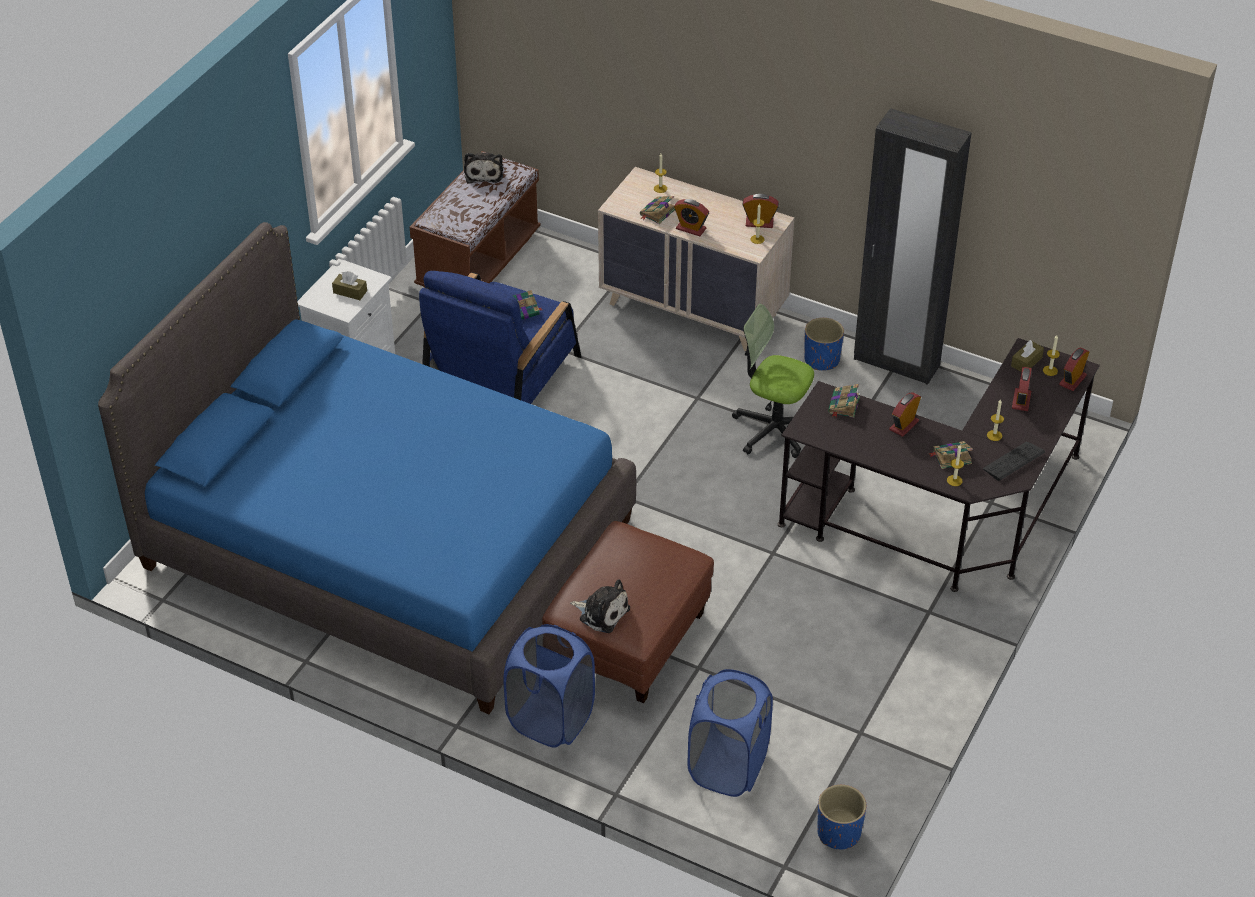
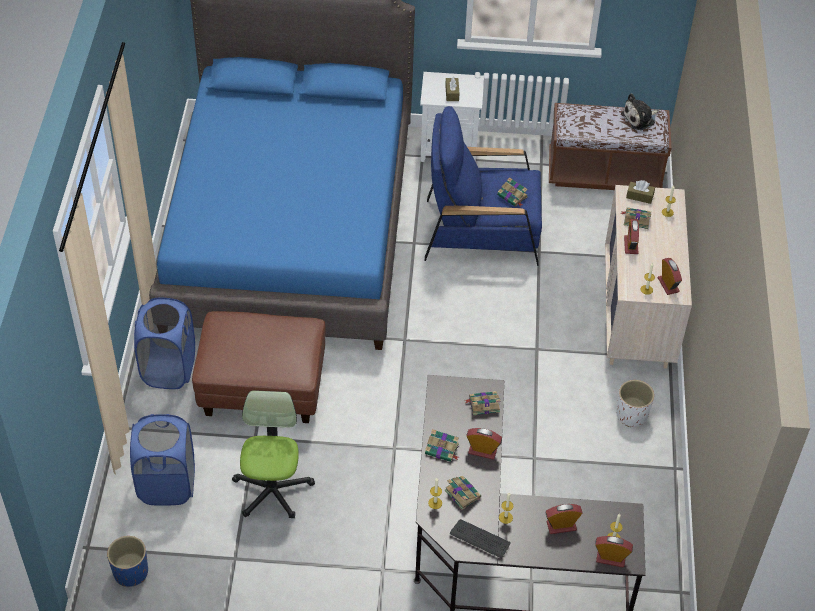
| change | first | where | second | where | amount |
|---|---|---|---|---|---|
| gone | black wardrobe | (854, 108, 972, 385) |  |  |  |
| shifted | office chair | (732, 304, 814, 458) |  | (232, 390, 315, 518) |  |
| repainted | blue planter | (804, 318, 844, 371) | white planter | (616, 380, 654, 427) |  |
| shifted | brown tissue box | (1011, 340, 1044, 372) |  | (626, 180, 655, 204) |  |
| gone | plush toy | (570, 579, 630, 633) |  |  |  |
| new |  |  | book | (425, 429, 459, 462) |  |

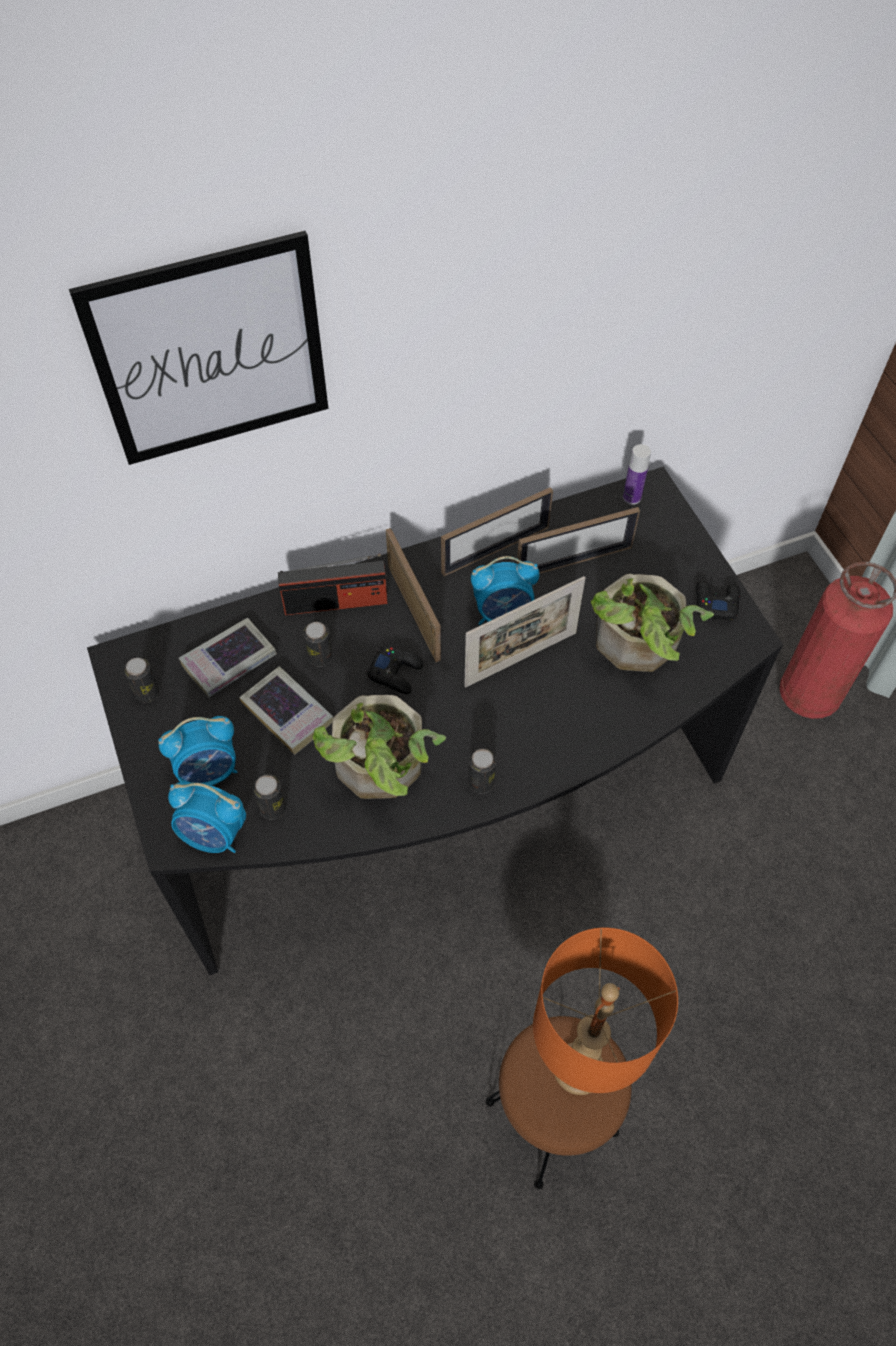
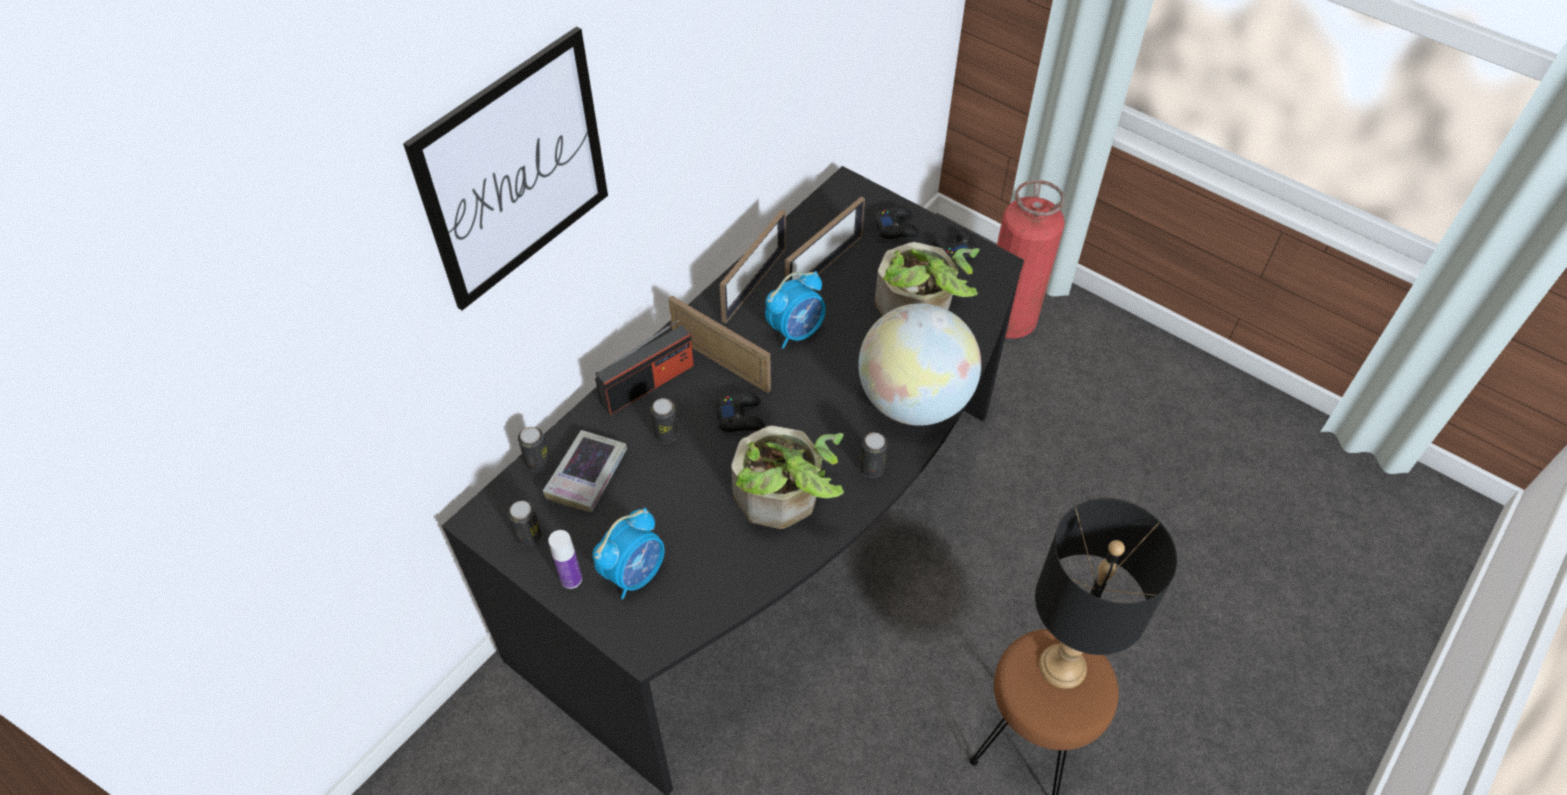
| change | first | where | second | where | amount |
|---|---|---|---|---|---|
| shifted | bottle | (623, 444, 651, 505) |  | (548, 530, 582, 589) |  |
| gone | picture frame | (464, 576, 586, 687) |  |  |  |
| gone | book | (239, 666, 334, 755) |  |  |  |
| shifted | can | (253, 774, 286, 820) |  | (518, 427, 550, 472) |  |
| gone | alarm clock | (168, 781, 246, 853) |  |  |  |
| repainted | orange table lamp | (533, 928, 678, 1095) | black table lamp | (1035, 498, 1177, 689) |  |
| new |  |  | black game controller | (874, 206, 919, 239) |  |
| new |  |  | globe | (858, 303, 981, 426) |  |

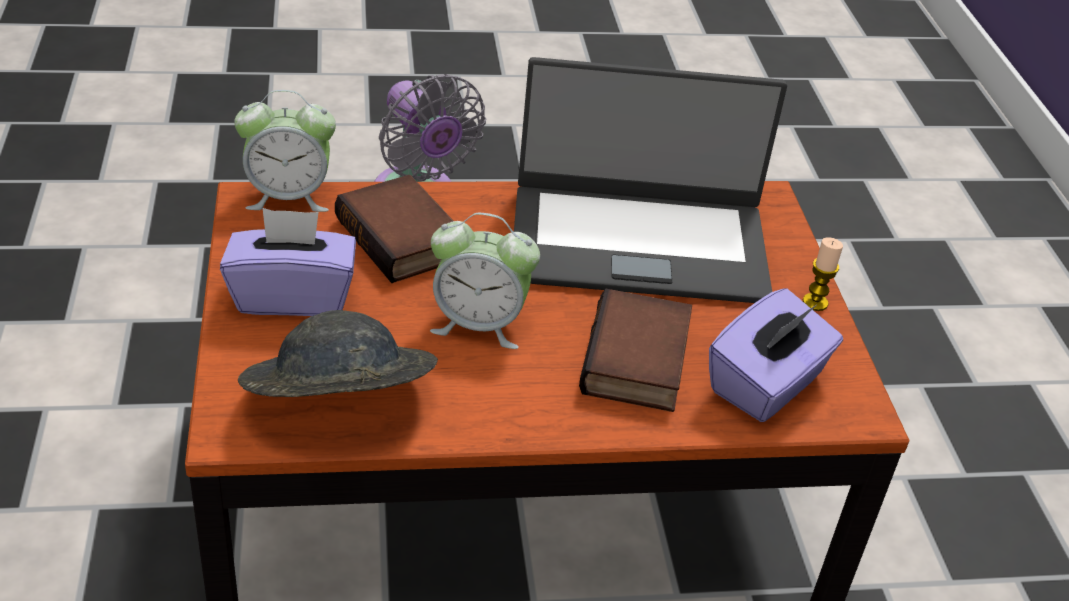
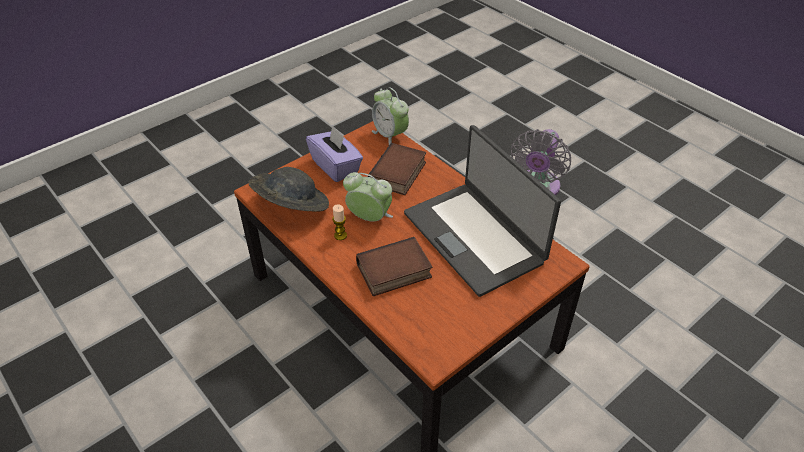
| change | first | where | second | where | amount |
|---|---|---|---|---|---|
| rotated | alarm clock | (430, 213, 540, 349) |  | (343, 172, 393, 222) | 135 degrees clockwise |
| shifted | candle | (803, 237, 843, 311) |  | (332, 204, 347, 240) |  |
| gone | purple tissue box | (709, 289, 843, 422) |  |  |  |

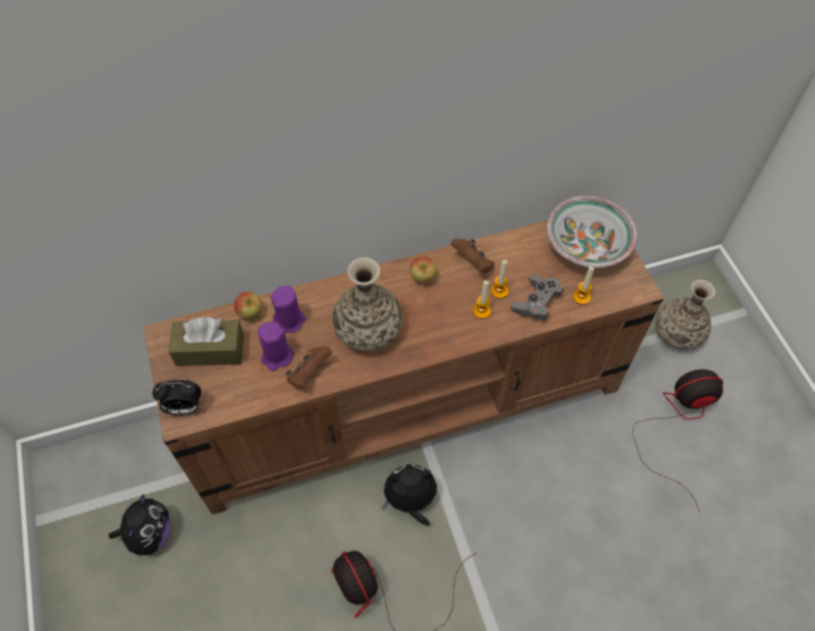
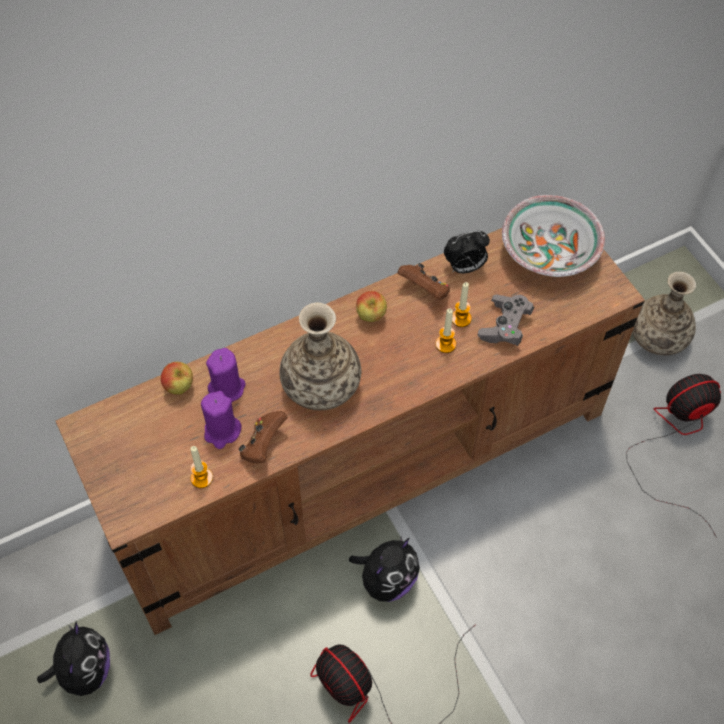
| change | first | where | second | where | amount |
|---|---|---|---|---|---|
| shifted | candle | (573, 266, 594, 305) |  | (190, 446, 213, 488) |  |
| gone | brown tissue box | (169, 317, 244, 366) |  |  |  |
| shifted | alarm clock | (152, 380, 201, 415) |  | (444, 231, 490, 273) |  |
| rotated | plush toy | (381, 464, 437, 526) |  | (349, 535, 420, 602) | 150 degrees clockwise |

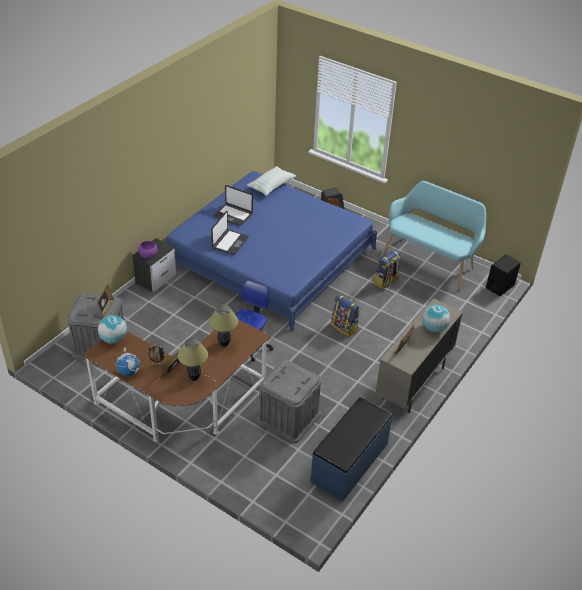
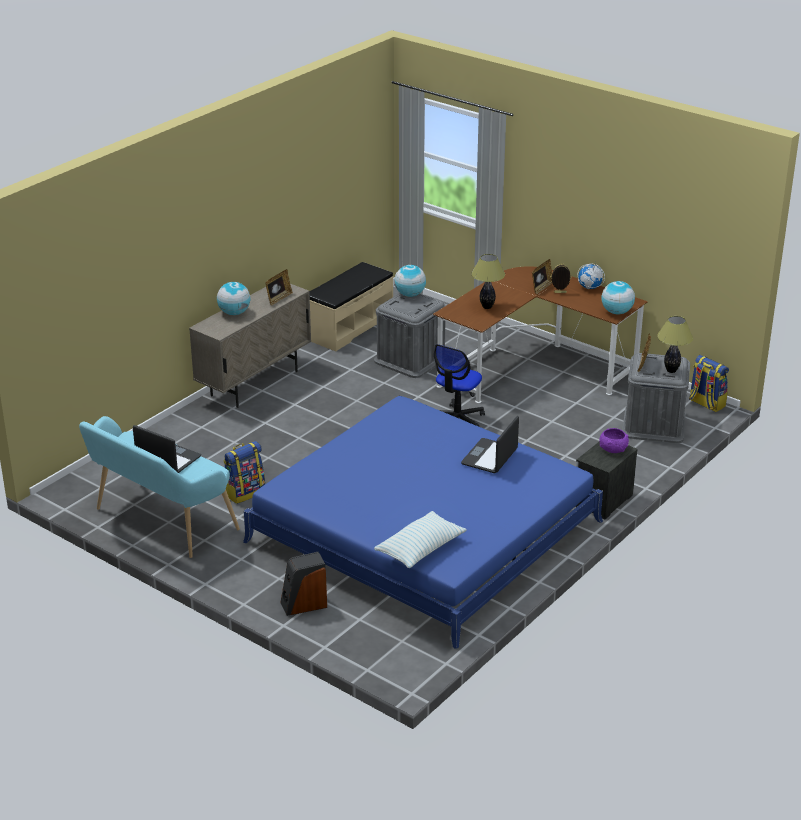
| change | first | where | second | where | amount |
|---|---|---|---|---|---|
| shifted | laptop | (214, 185, 253, 226) |  | (133, 425, 201, 473) |  |
| gone | black speaker | (486, 254, 521, 296) |  |  |  |
| shifted | backpack | (331, 294, 360, 337) |  | (689, 355, 729, 412) |  |
| shifted | table lamp | (178, 338, 208, 381) |  | (657, 316, 693, 373) |  |
| repainted | blue bench | (310, 397, 393, 501) | beige bench | (310, 262, 394, 351) |  |
| new |  |  | globe | (394, 265, 426, 297) |  |

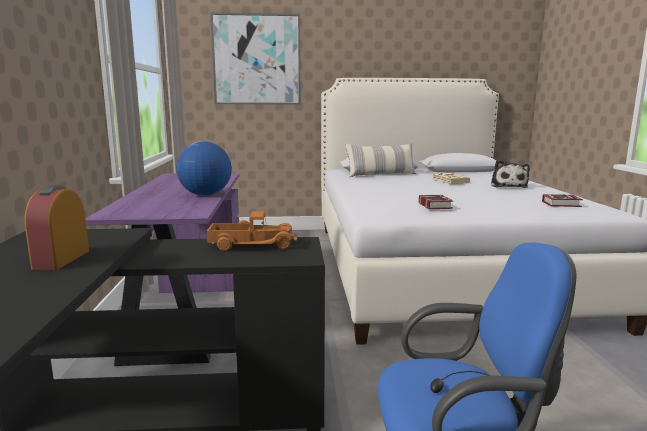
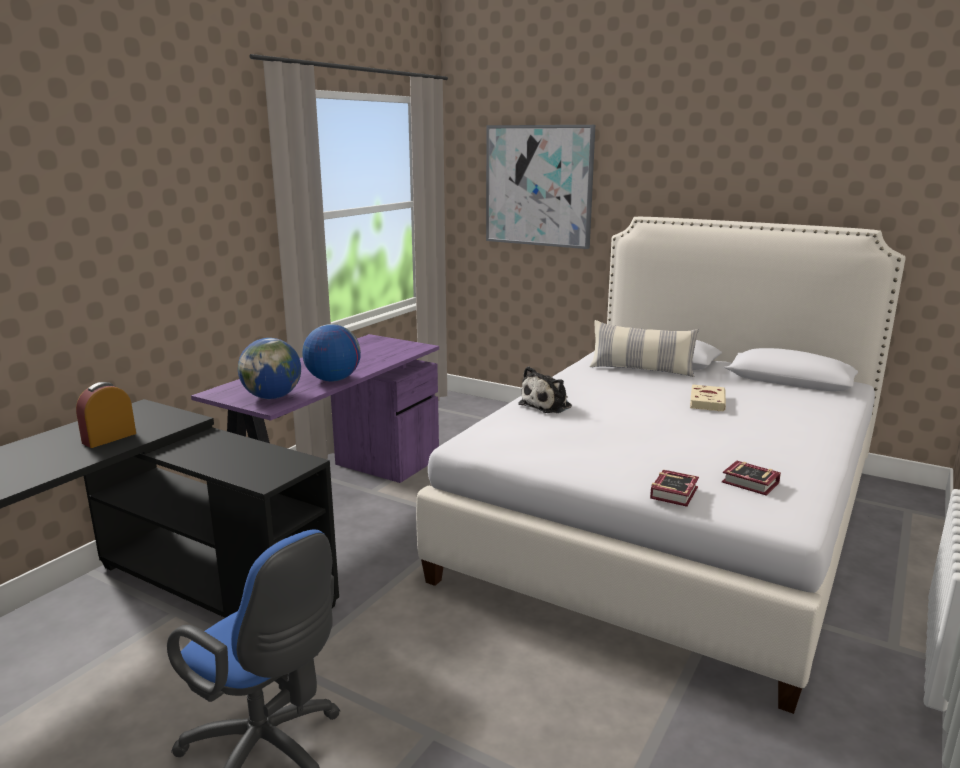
| change | first | where | second | where | amount |
|---|---|---|---|---|---|
| shifted | plush toy | (491, 160, 530, 188) |  | (518, 366, 572, 413) |  |
| shifted | book | (419, 195, 453, 209) |  | (650, 470, 699, 507) |  |
| gone | toy truck | (207, 211, 297, 251) |  |  |  |
| new |  |  | globe | (238, 338, 301, 399) |  |

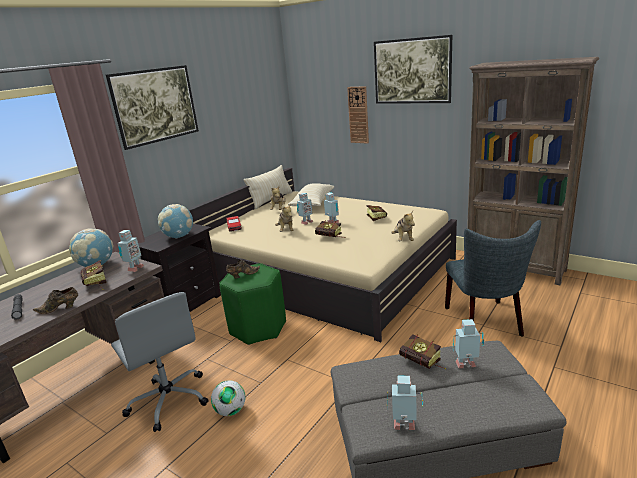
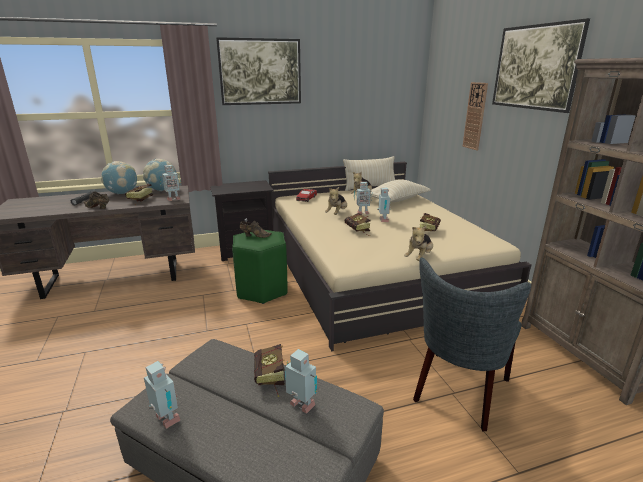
| change | first | where | second | where | amount |
|---|---|---|---|---|---|
| shifted | globe | (158, 204, 193, 239) |  | (101, 161, 137, 194) |  |
| gone | grey office chair | (111, 292, 208, 432) |  |  |  |
| gone | football | (211, 380, 245, 416) |  |  |  |

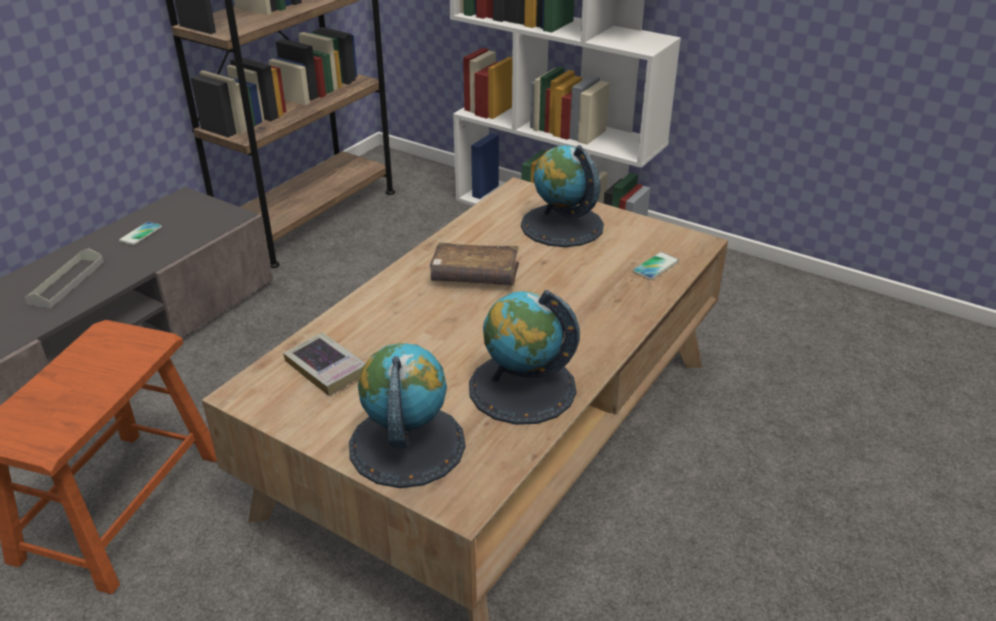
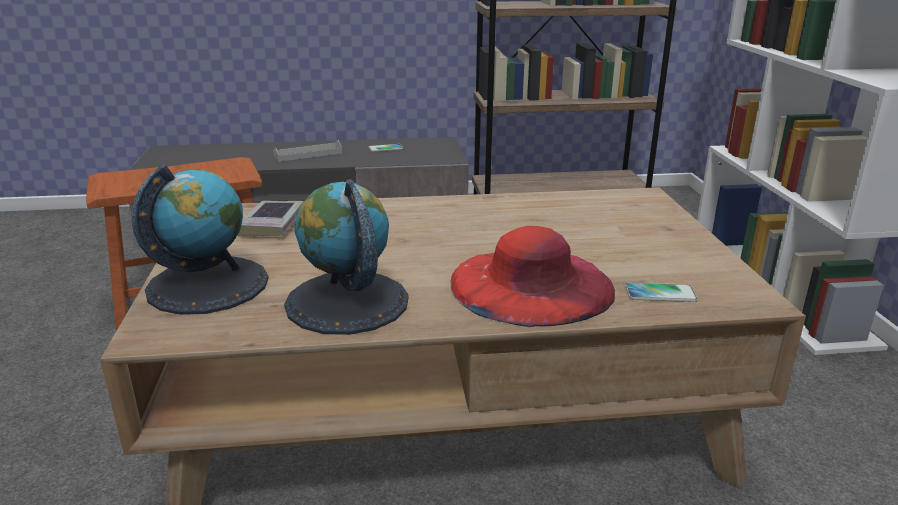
| change | first | where | second | where | amount |
|---|---|---|---|---|---|
| gone | globe | (521, 145, 604, 247) |  |  |  |
| gone | brown book | (430, 242, 519, 285) |  |  |  |
| new |  |  | red hat | (451, 226, 615, 327) |  |

